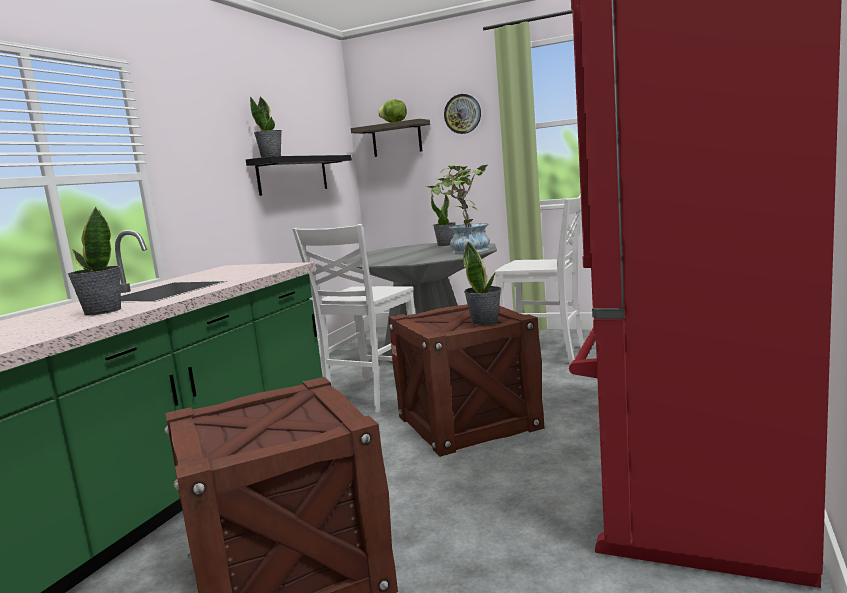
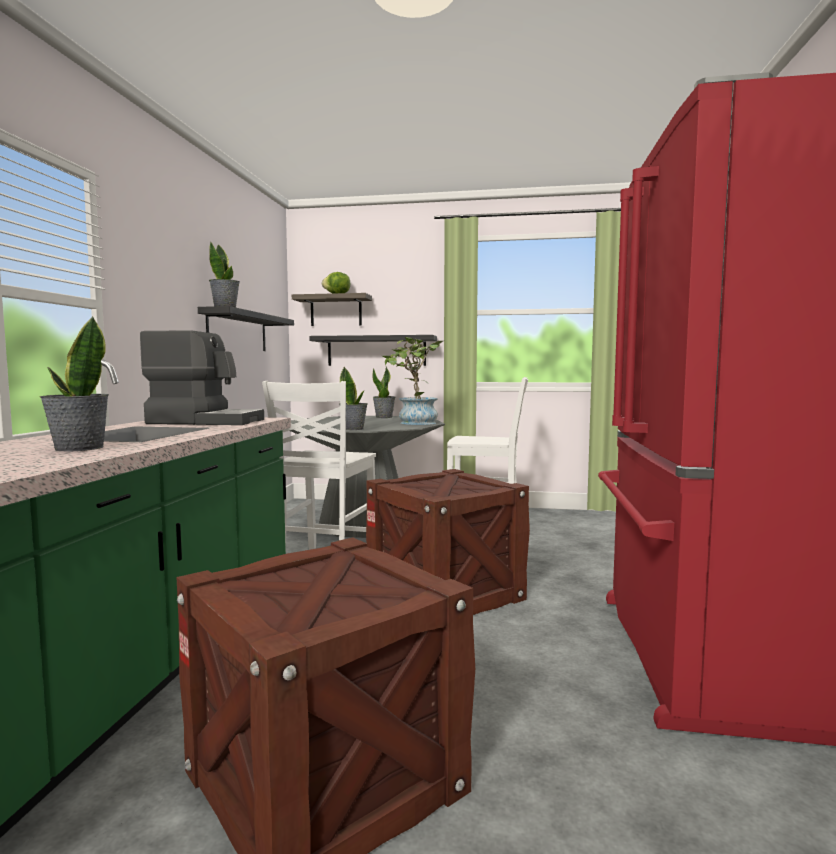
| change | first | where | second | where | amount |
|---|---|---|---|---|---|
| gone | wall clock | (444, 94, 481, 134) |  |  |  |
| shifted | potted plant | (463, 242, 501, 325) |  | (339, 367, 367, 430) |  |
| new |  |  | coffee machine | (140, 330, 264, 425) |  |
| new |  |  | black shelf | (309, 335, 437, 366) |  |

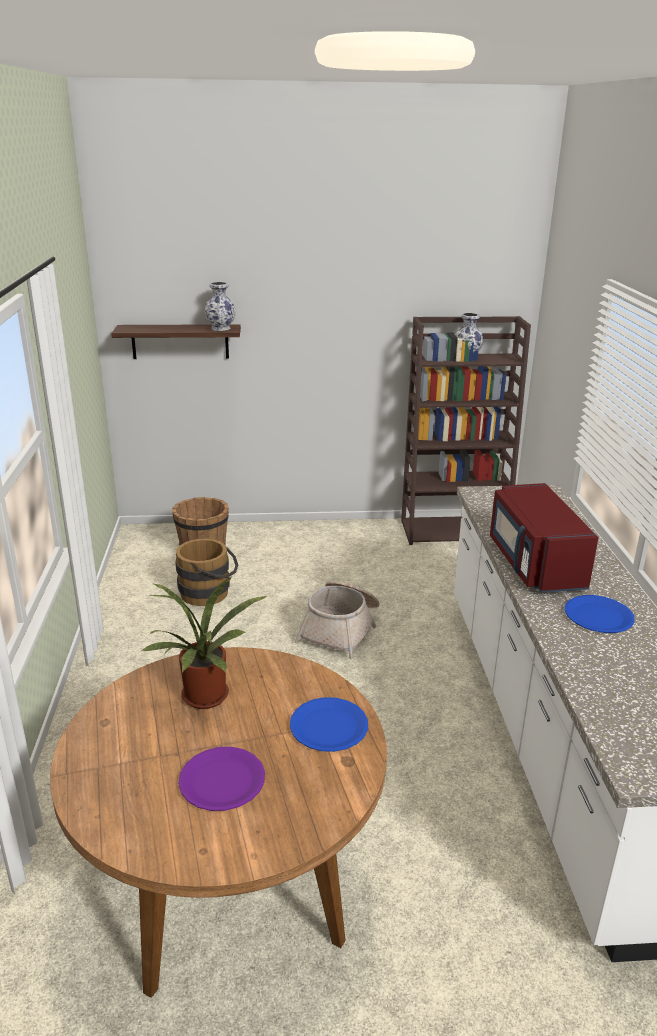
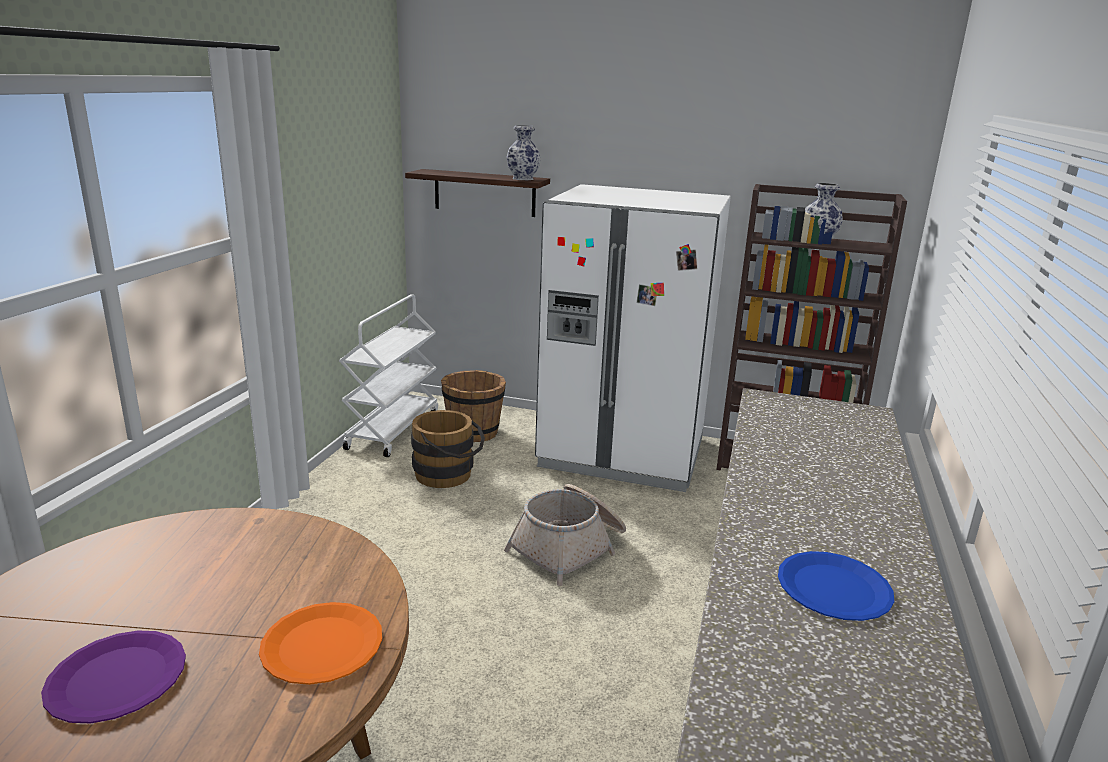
| change | first | where | second | where | amount |
|---|---|---|---|---|---|
| gone | red microwave | (490, 483, 599, 593) |  |  |  |
| gone | potted plant | (140, 577, 269, 709) |  |  |  |
| repainted | blue plate | (290, 697, 368, 752) | orange plate | (259, 602, 382, 685) |  |
| new |  |  | white fridge | (535, 184, 731, 492) |  |
| new |  |  | white cart | (339, 294, 438, 457) |  |

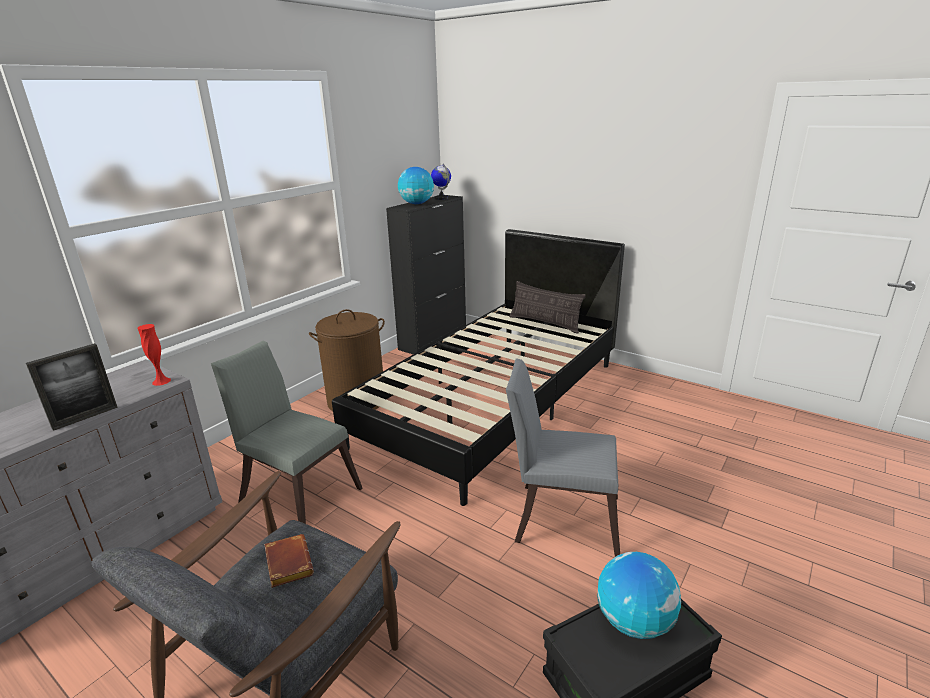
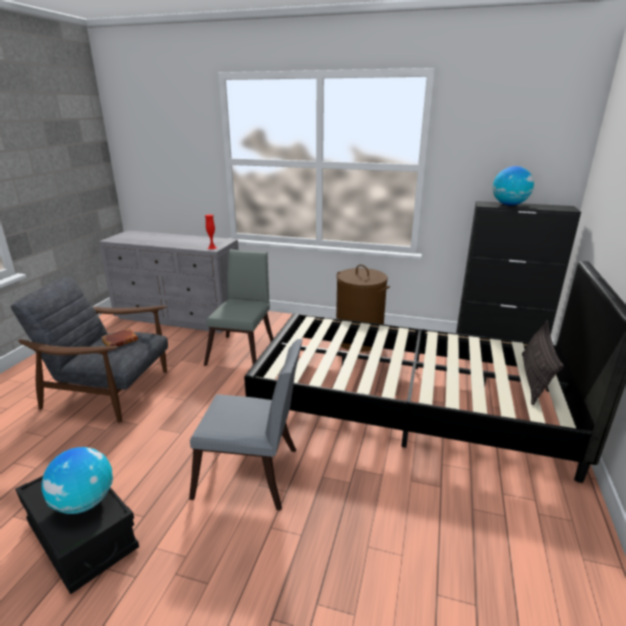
| change | first | where | second | where | amount |
|---|---|---|---|---|---|
| gone | globe | (431, 164, 451, 200) |  |  |  |
| gone | picture frame | (26, 343, 118, 431) |  |  |  |
| rotated | grey chair | (506, 359, 620, 557) |  | (189, 339, 303, 510) | 105 degrees clockwise |

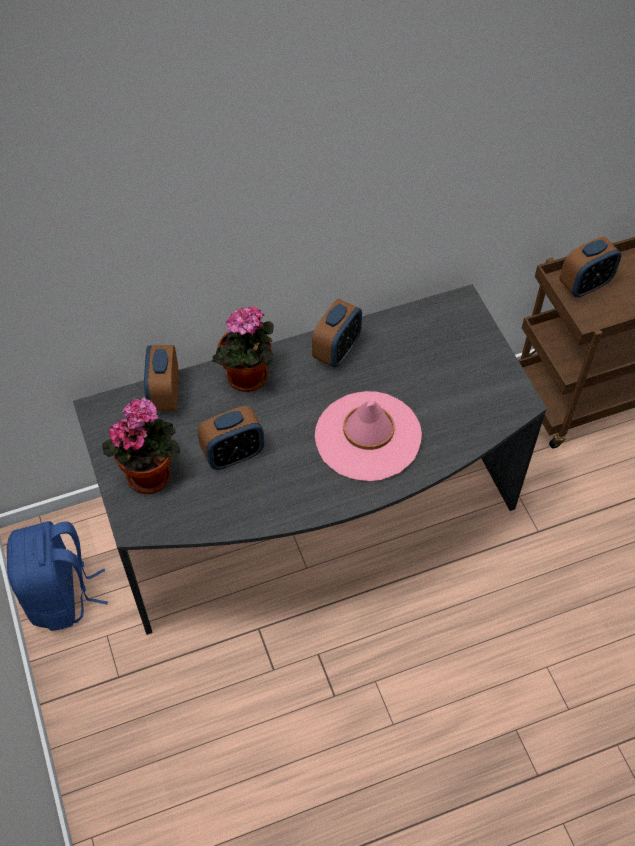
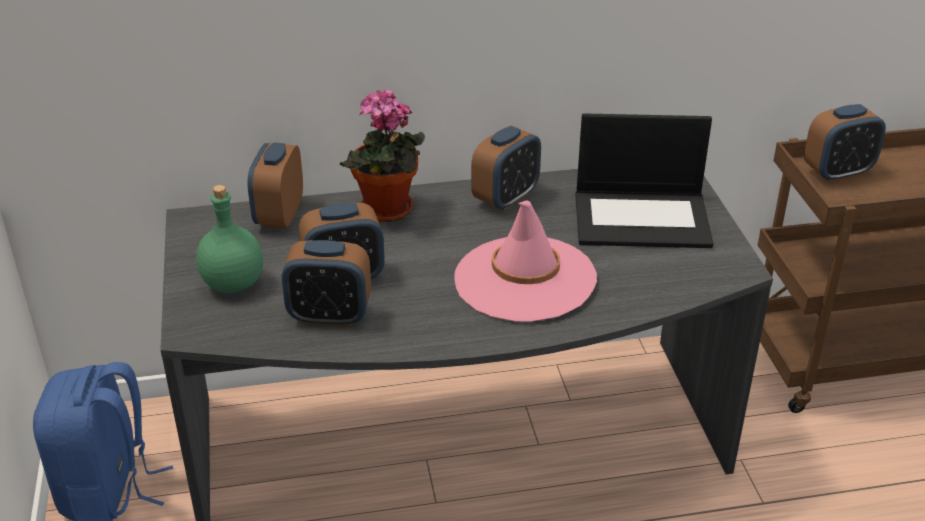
| change | first | where | second | where | amount |
|---|---|---|---|---|---|
| swapped | potted plant | (102, 397, 180, 494) | green bottle | (196, 185, 263, 293) |  |
| new |  |  | laptop | (575, 113, 713, 248) |  |
| new |  |  | alarm clock | (282, 240, 371, 327) |  |

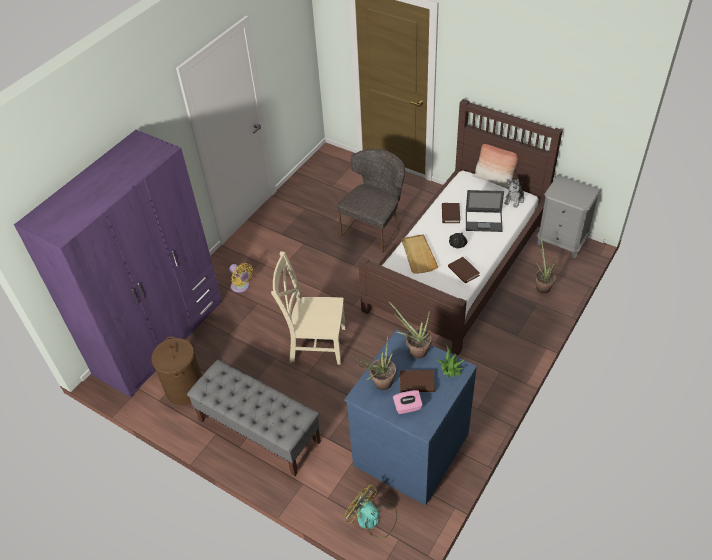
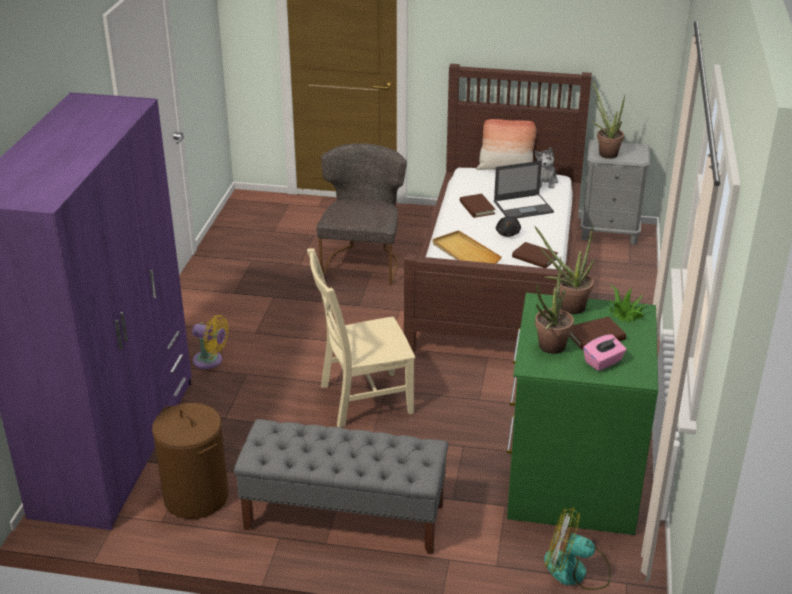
| change | first | where | second | where | amount |
|---|---|---|---|---|---|
| shifted | potted plant | (535, 236, 556, 294) |  | (591, 81, 625, 159) |  |
| repainted | blue dresser | (344, 329, 477, 505) | green dresser | (507, 293, 658, 535) |  |

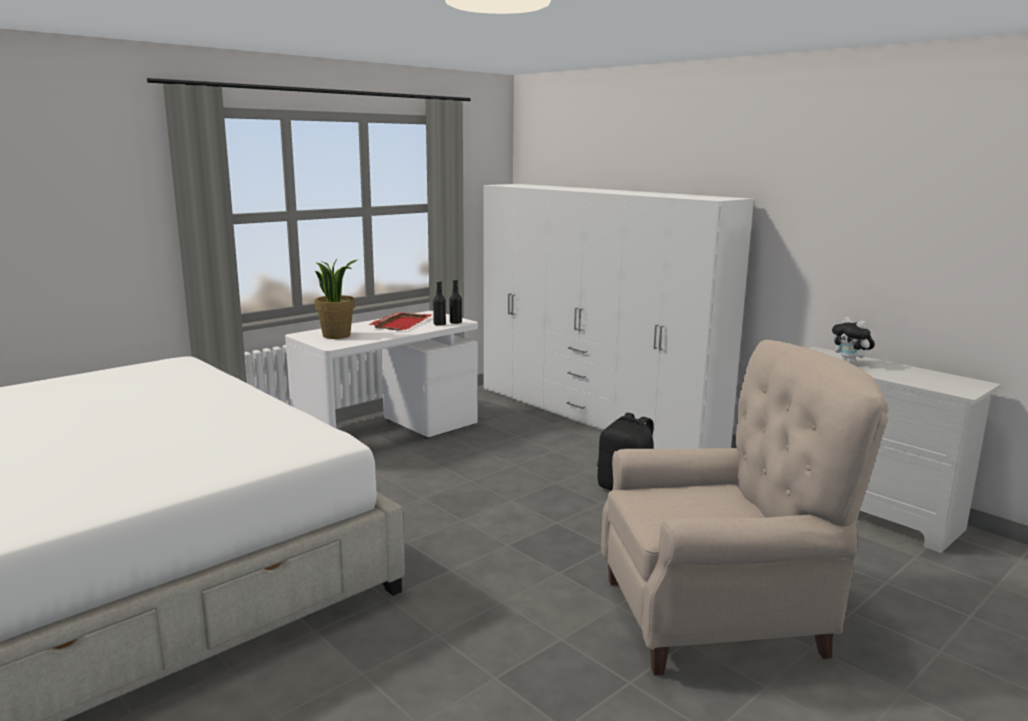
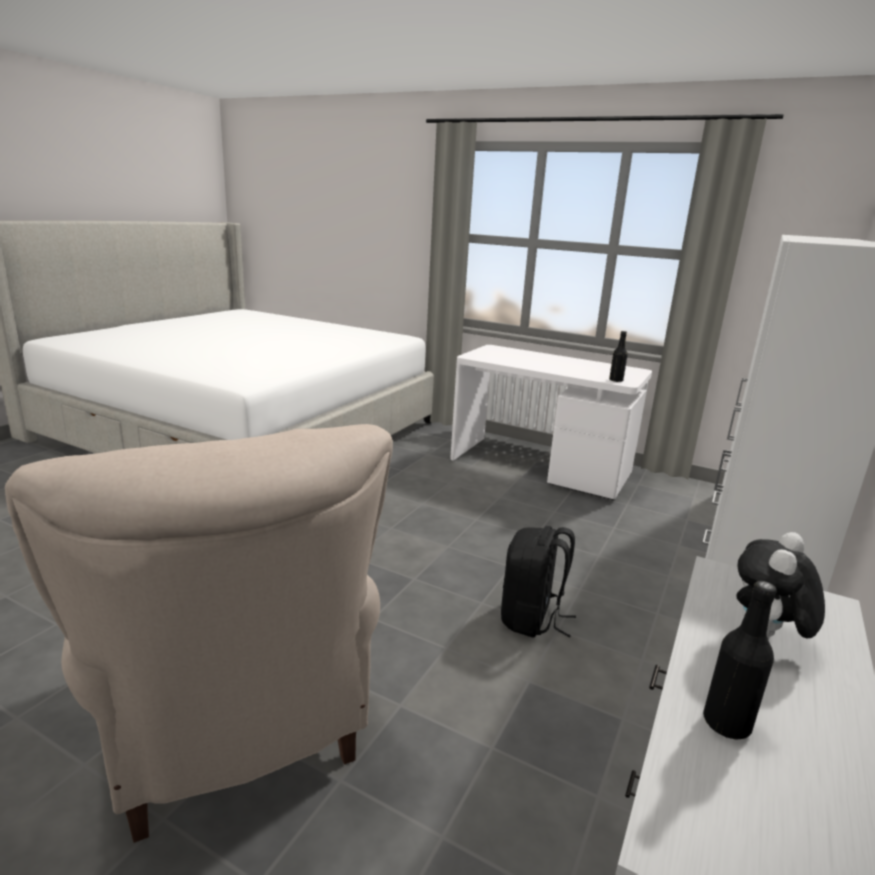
| change | first | where | second | where | amount |
|---|---|---|---|---|---|
| gone | potted plant | (315, 258, 357, 339) |  |  |  |
| shifted | black bottle | (433, 281, 446, 326) |  | (703, 581, 777, 740) |  |
| gone | red tray | (369, 312, 431, 330) |  |  |  |

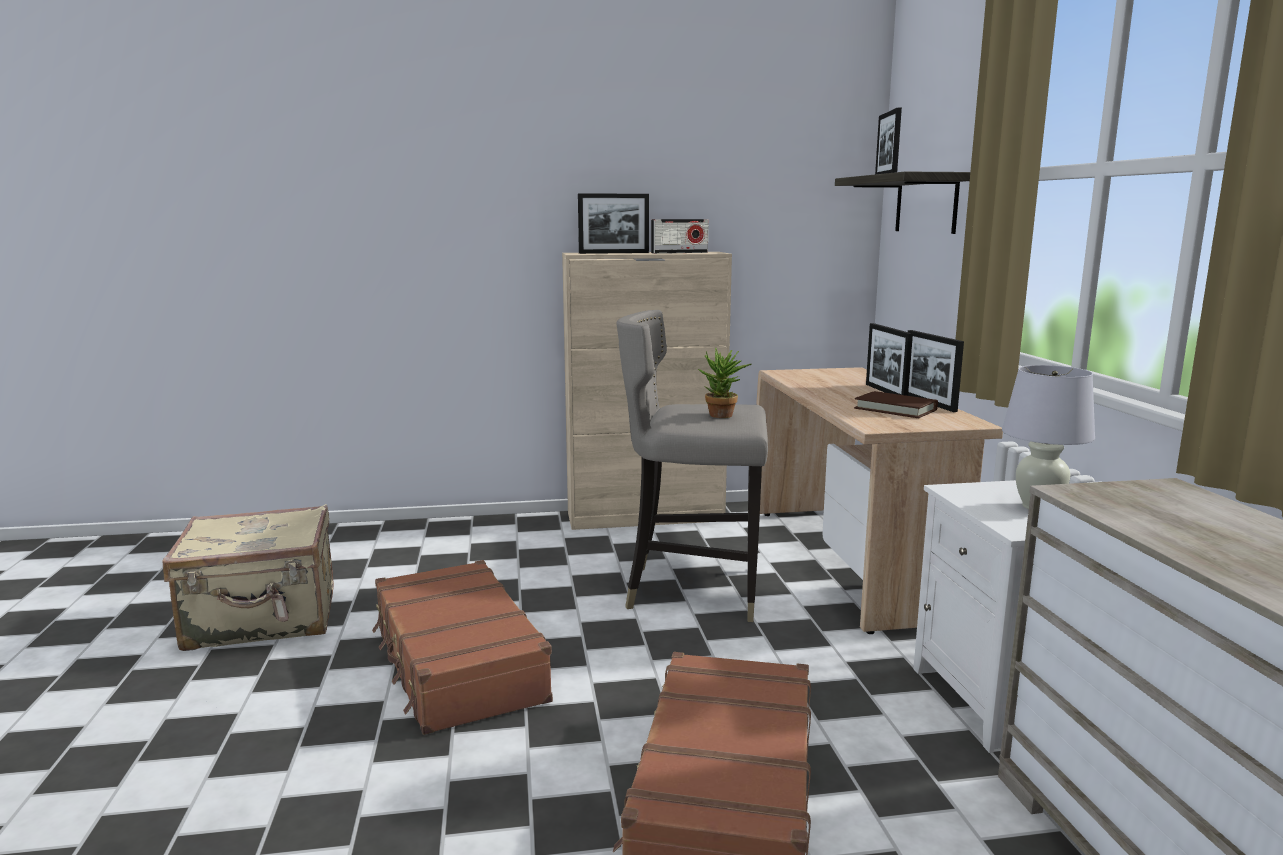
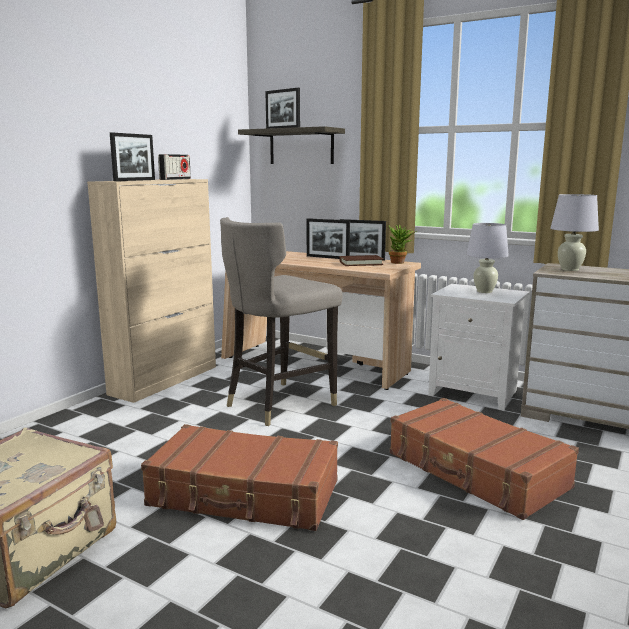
| change | first | where | second | where | amount |
|---|---|---|---|---|---|
| shifted | potted plant | (698, 347, 752, 418) |  | (389, 225, 417, 264) |  |
| new |  |  | white table lamp | (550, 194, 599, 271) |  |

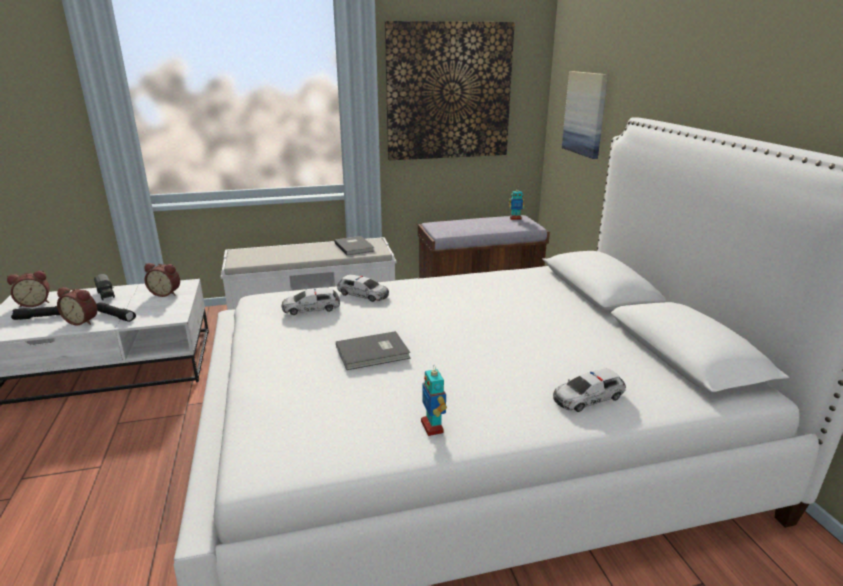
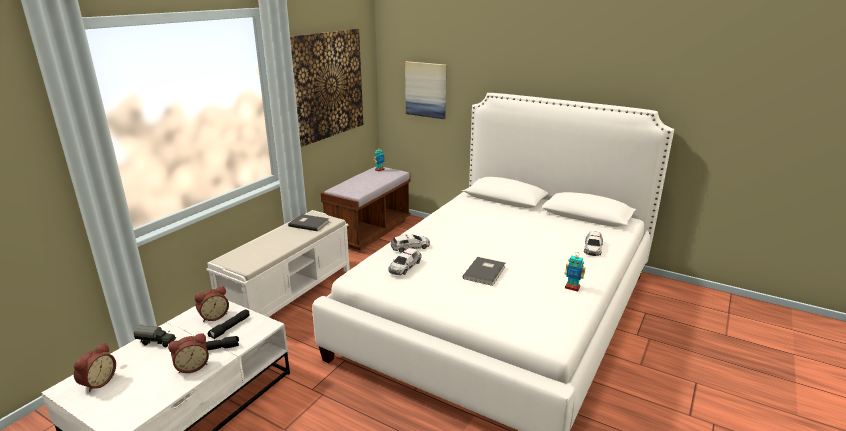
| change | first | where | second | where | amount |
|---|---|---|---|---|---|
| shifted | black flashlight | (11, 306, 60, 320) |  | (208, 309, 250, 339) |  |

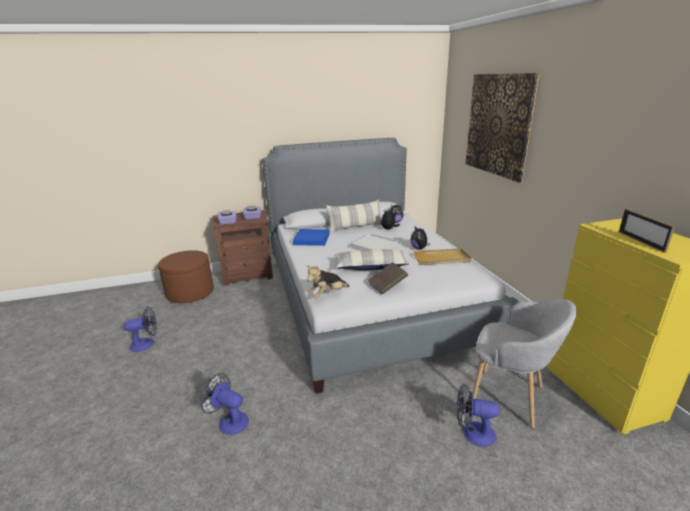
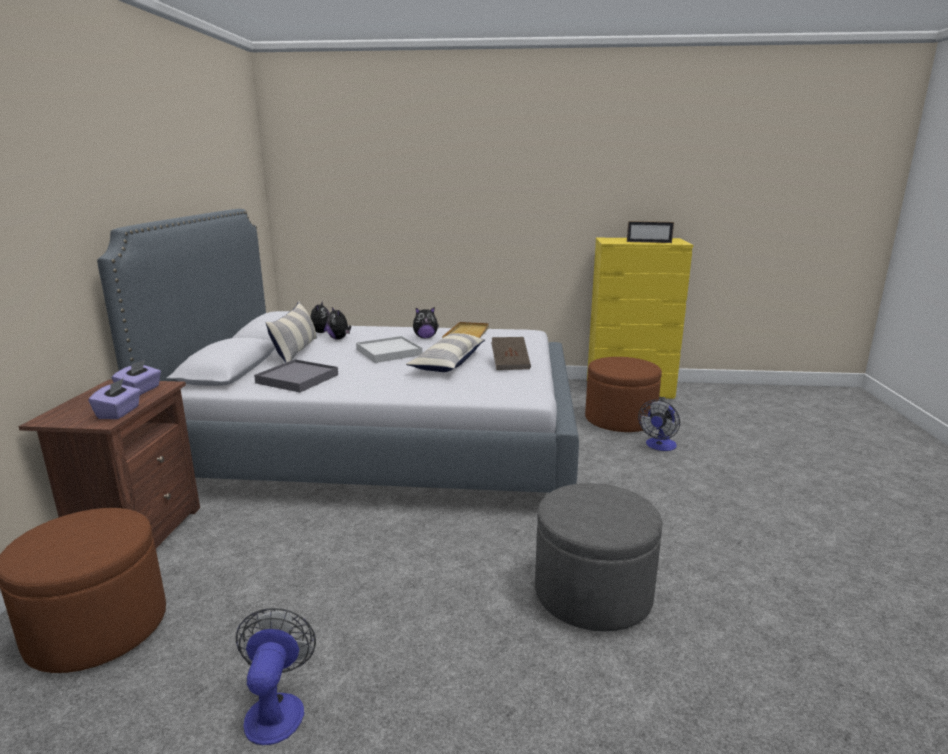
| change | first | where | second | where | amount |
|---|---|---|---|---|---|
| gone | picture | (465, 73, 540, 182) |  |  |  |
| repainted | blue tray | (293, 229, 330, 246) | grey tray | (254, 359, 338, 392) |  |
| gone | plush toy | (306, 265, 349, 298) |  |  |  |
| swapped | grey armchair | (473, 299, 576, 429) | brown ottoman | (585, 357, 662, 432) |  |
| swapped | fan | (200, 373, 249, 435) | grey ottoman | (535, 483, 663, 632) |  |

